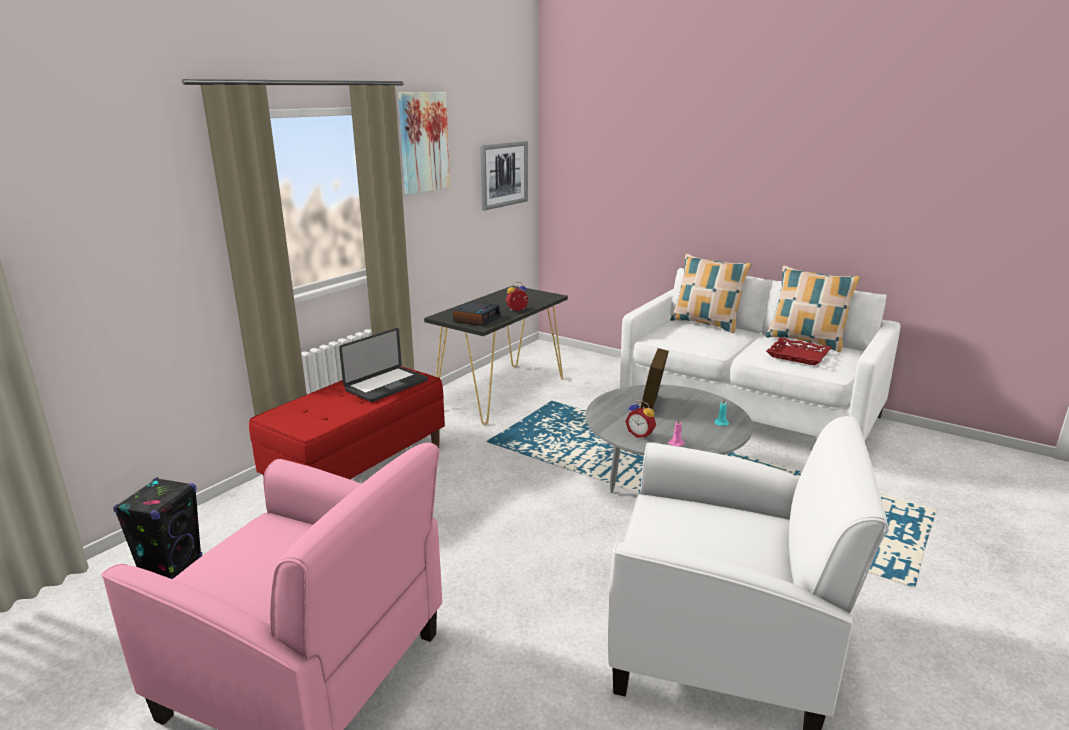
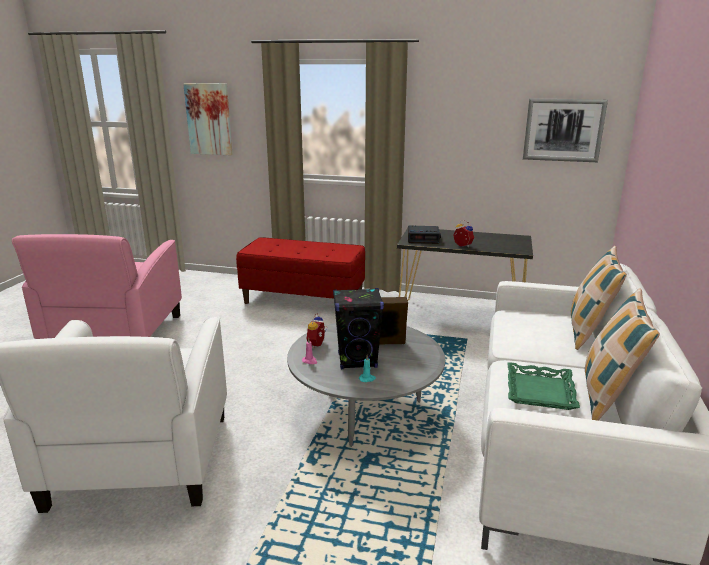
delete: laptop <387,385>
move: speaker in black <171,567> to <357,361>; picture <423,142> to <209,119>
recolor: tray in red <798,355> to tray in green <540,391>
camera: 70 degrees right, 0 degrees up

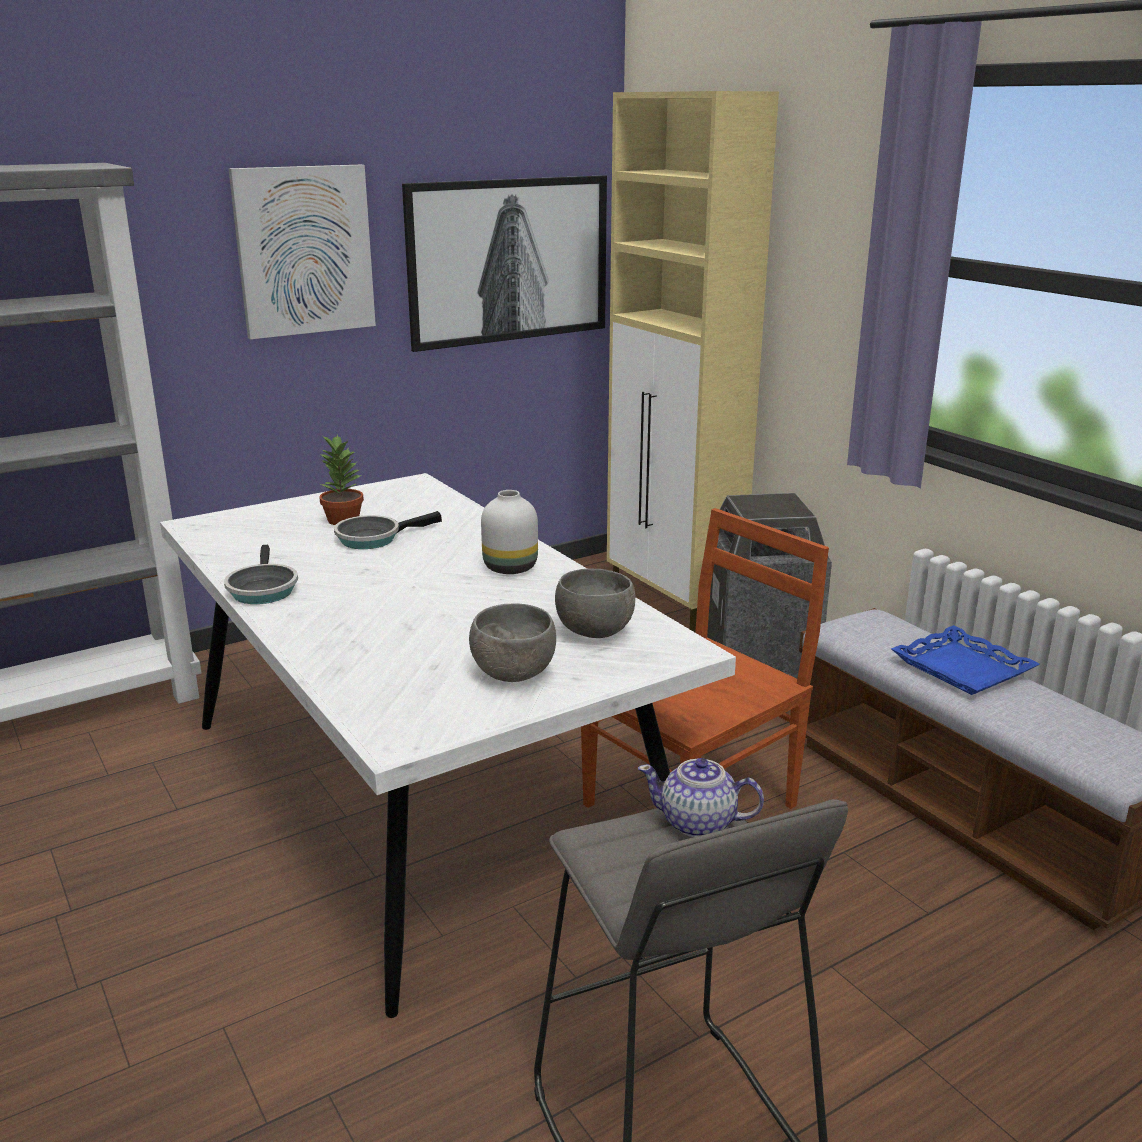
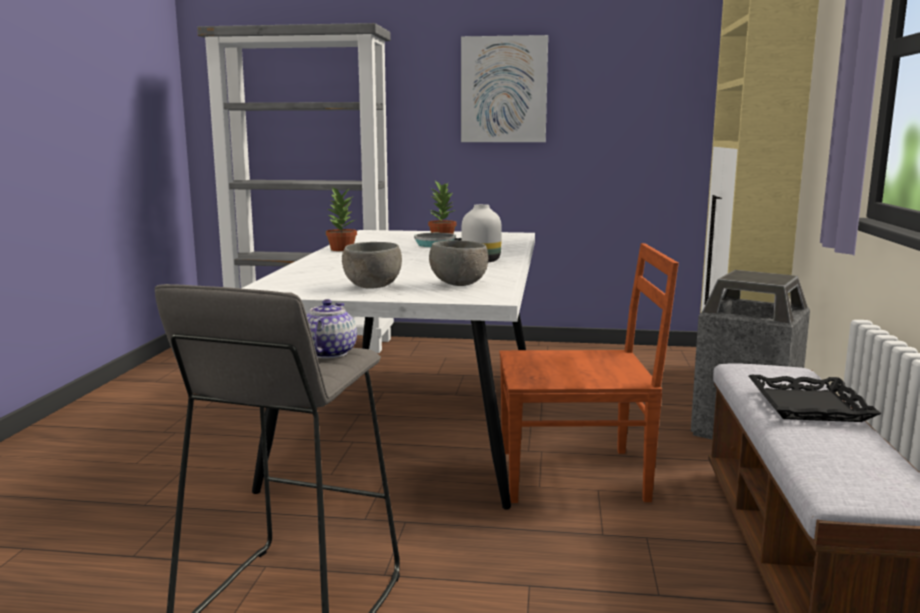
delete: picture <509,261>
replace: frying pan <262,589> to potted plant <341,249>
recolor: tray in blue <961,668> to tray in black <807,406>
rotate: teapot <699,823> = <328,353> 45 degrees clockwise
camera: 40 degrees right, 10 degrees down

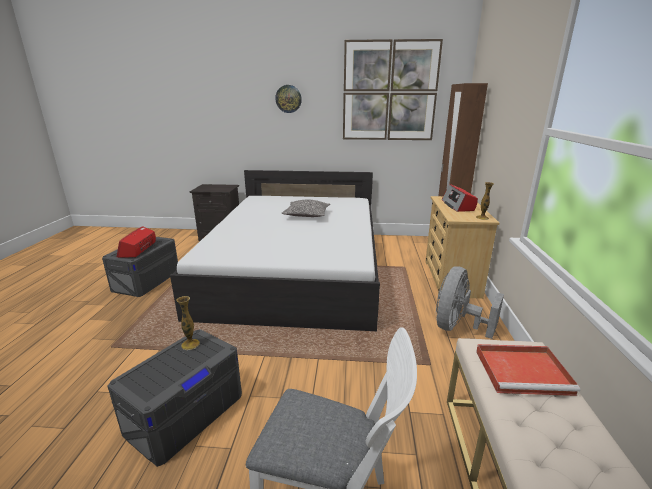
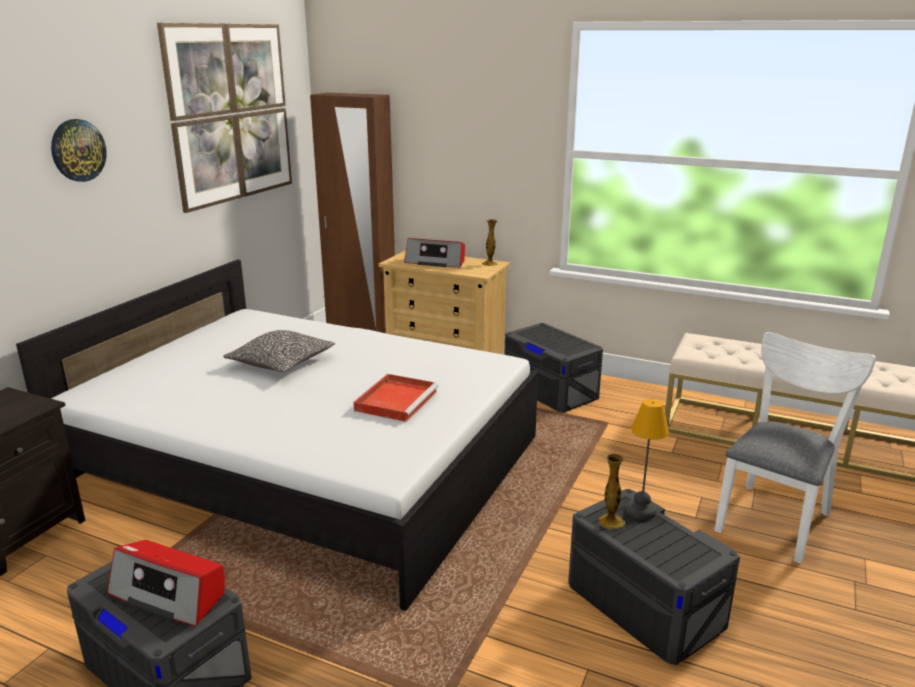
insert: table lamp <641,511>
move: tray in red <524,371> to <396,400>
replace: fan in grey <457,327> to storage box in grey <550,389>
camera: 70 degrees left, 0 degrees up

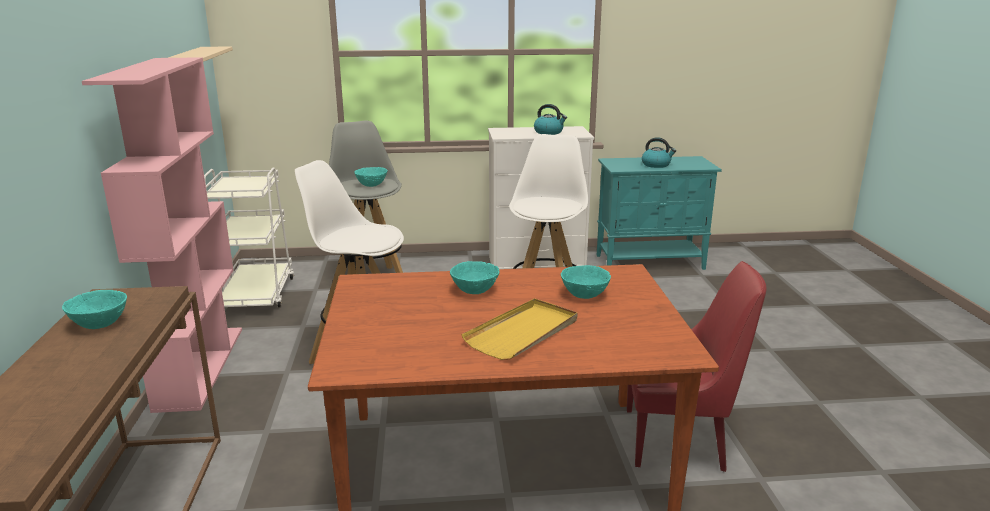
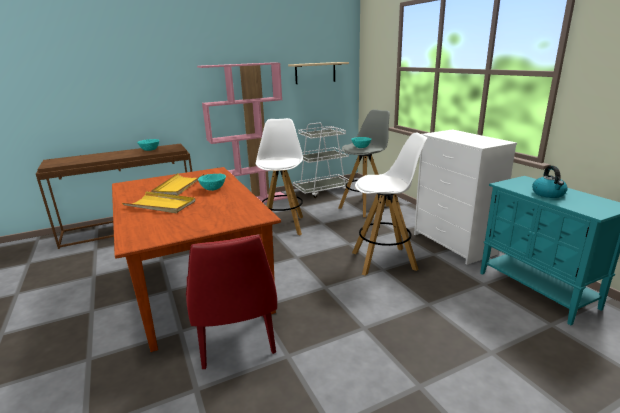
delete: kettle <549,132>; bowl in turquoise <584,294>
insert: tray in yellow <178,186>
camera: 70 degrees right, 0 degrees up

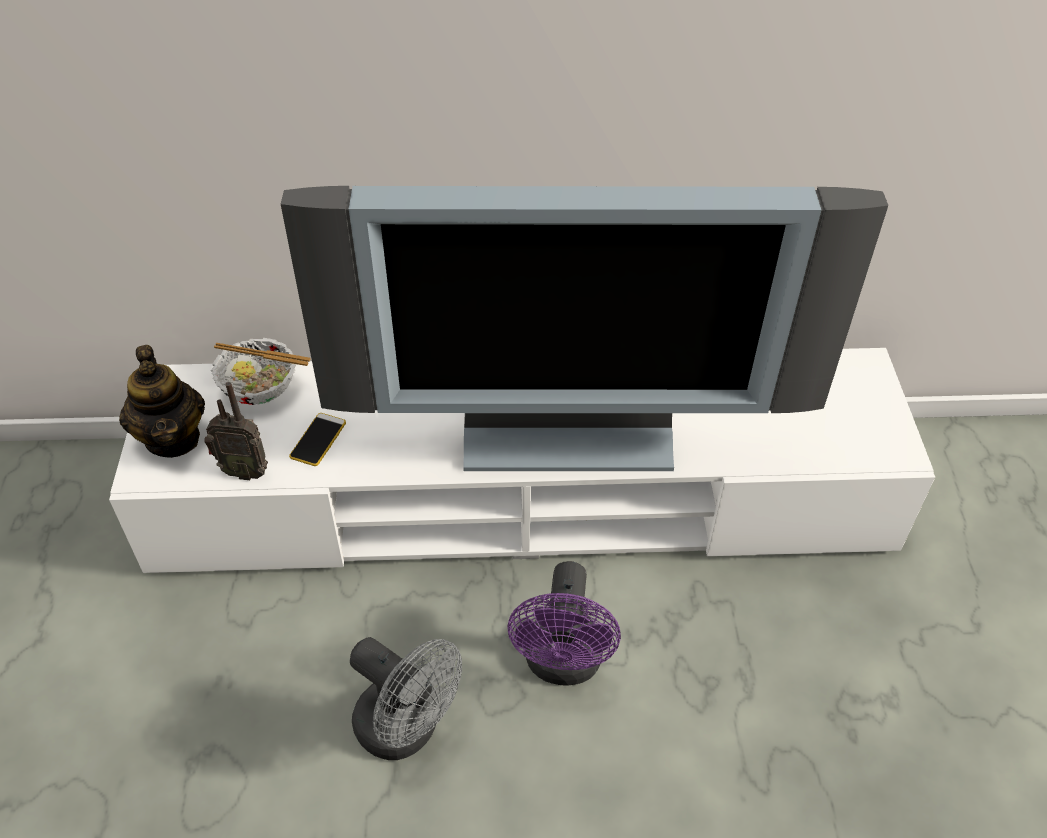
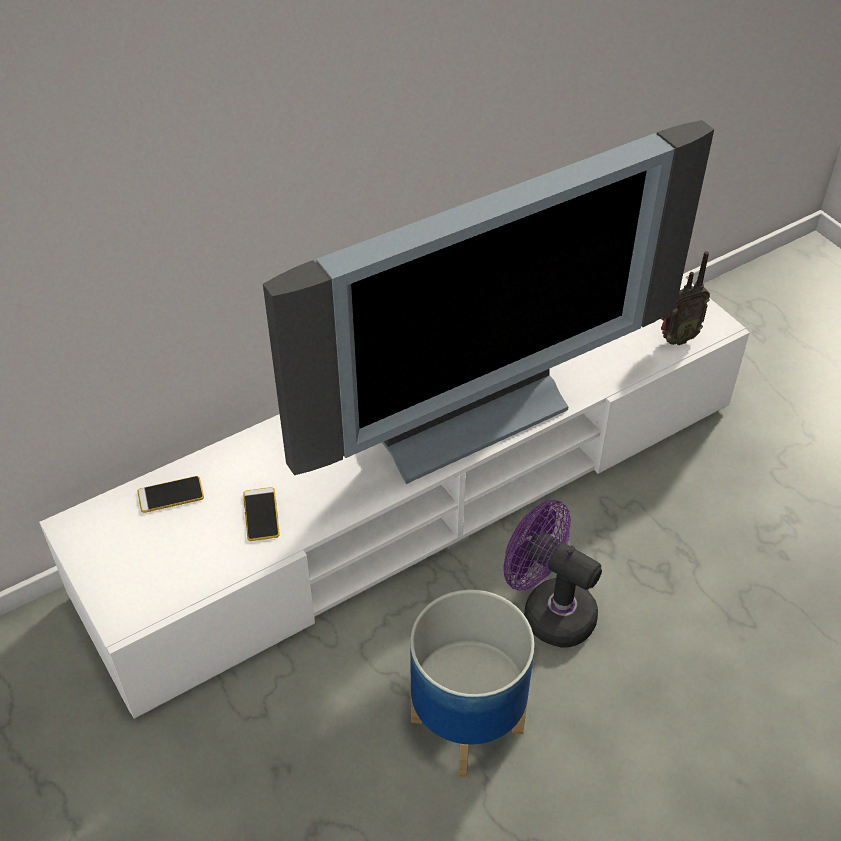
delete: teapot <173,438>
move: radio <245,470> to <674,339>
replace: bowl <260,389> to phone <171,495>; fan in grey <407,730> to planter <465,723>
rotate: fan in purple <563,664> = <548,610> 150 degrees clockwise
camera: 30 degrees left, 0 degrees up

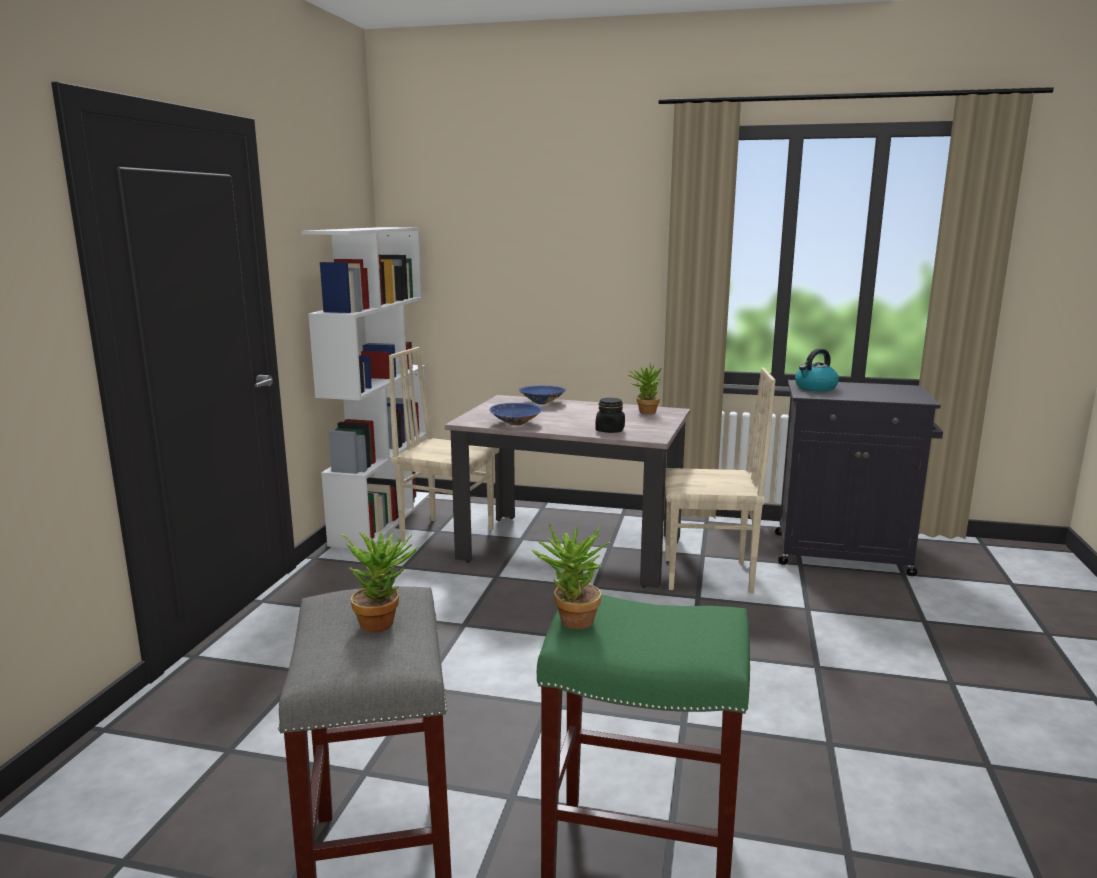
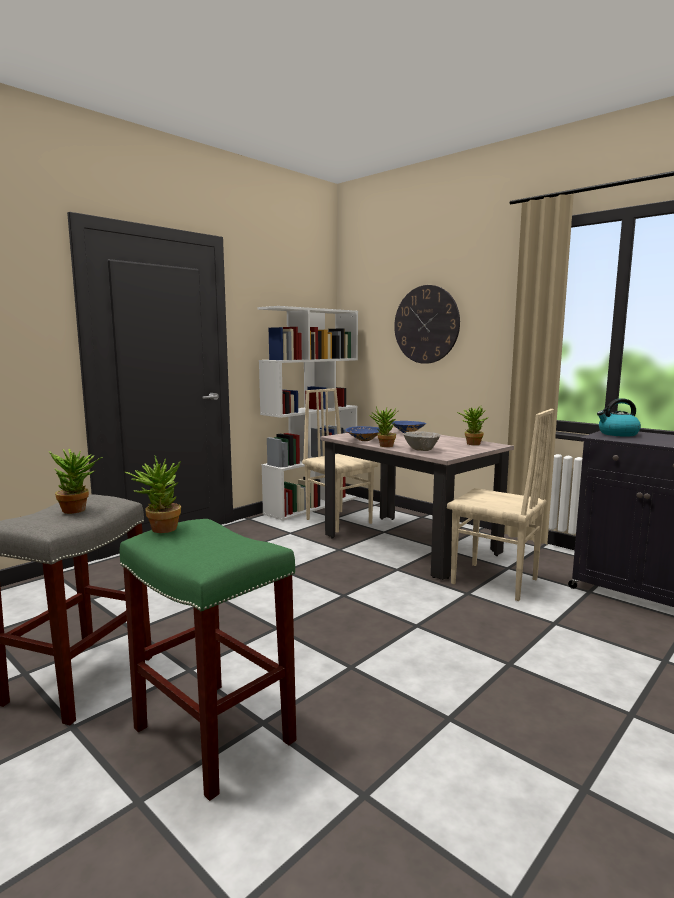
insert: potted plant <384,446>; wall clock <426,324>
replace: jar in black <610,430> to bowl in grey <421,450>
camera: 30 degrees right, 5 degrees down

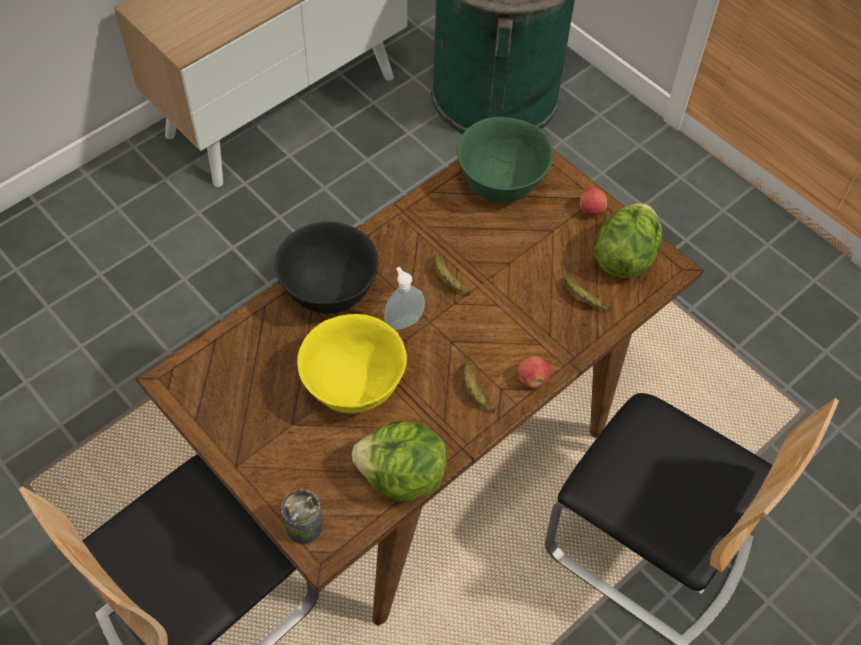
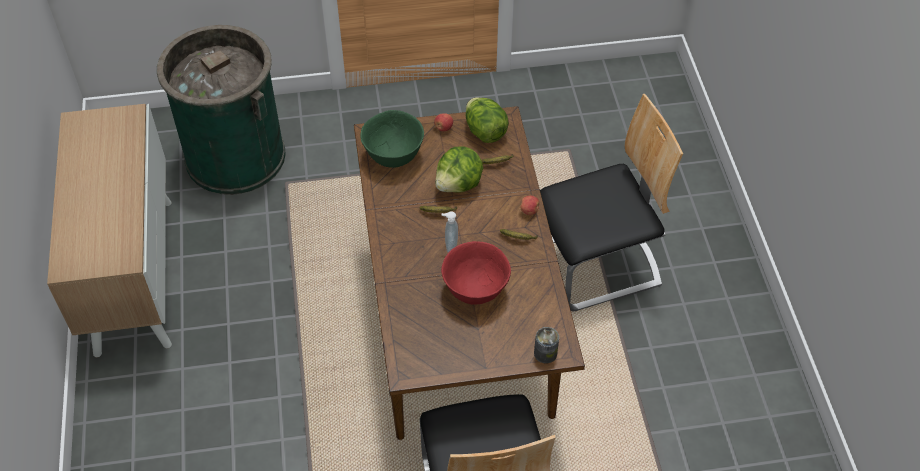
delete: bowl in black <329,292>
move: lettuce <402,477> to <459,184>
recolor: bowl in yellow <354,387> to bowl in red <476,290>
camera: 55 degrees left, 5 degrees down

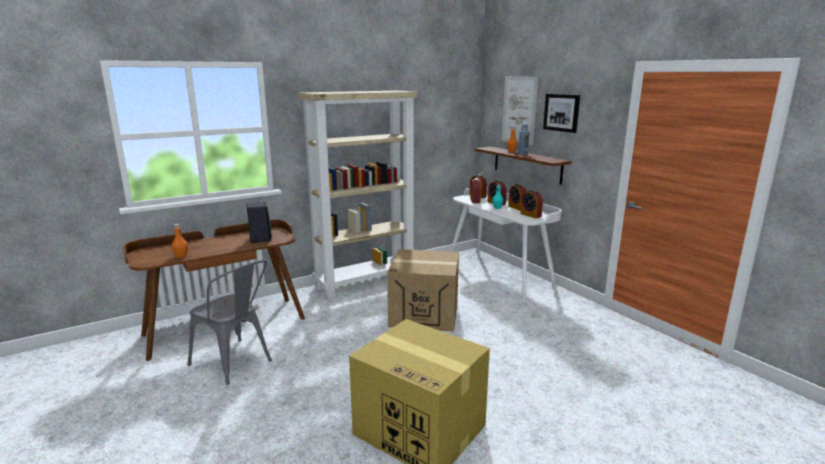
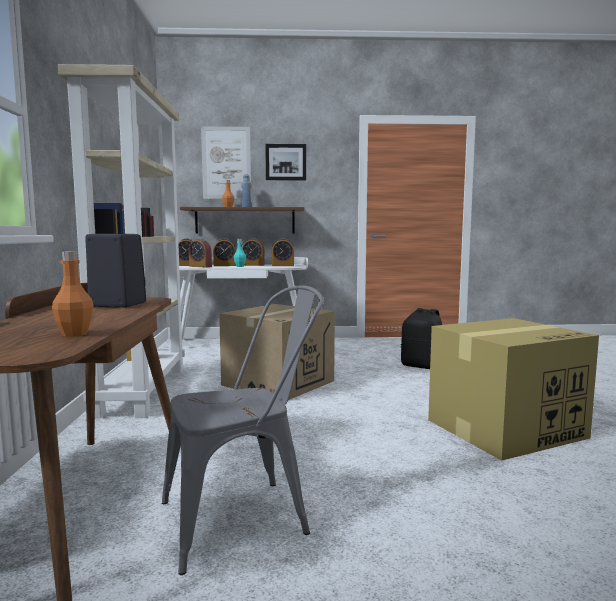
insert: backpack in black <422,366>
camera: 60 degrees left, 10 degrees down

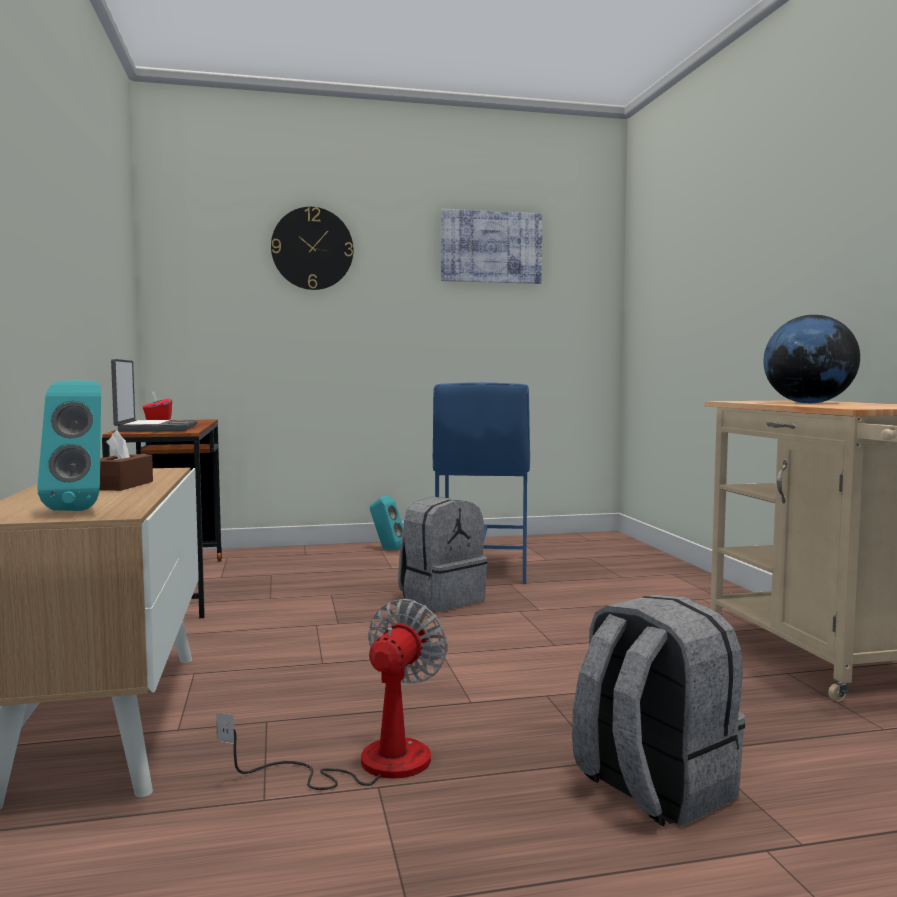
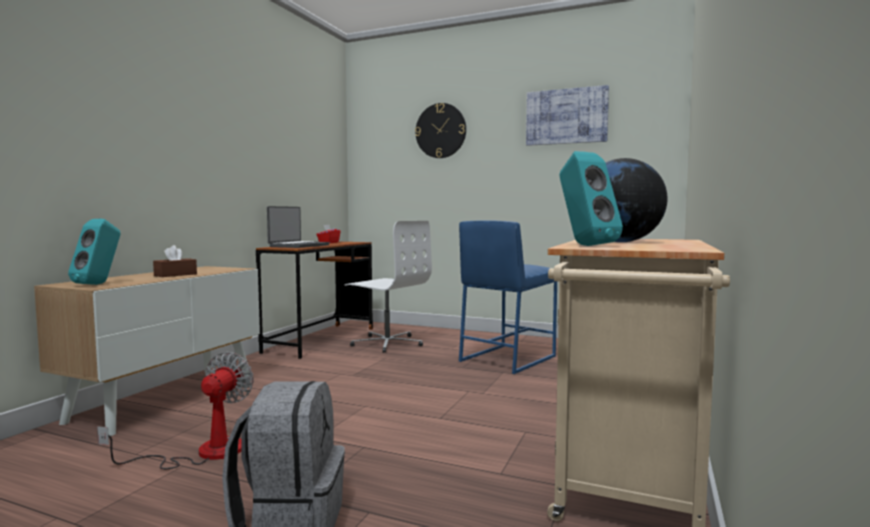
delete: backpack in grey <441,599>
insert: office chair in white <387,343>
move: speaker in turquoise <387,549> to <584,245>
rotate: fan <368,764> = <203,453> 45 degrees counterclockwise
camera: 35 degrees right, 0 degrees up

